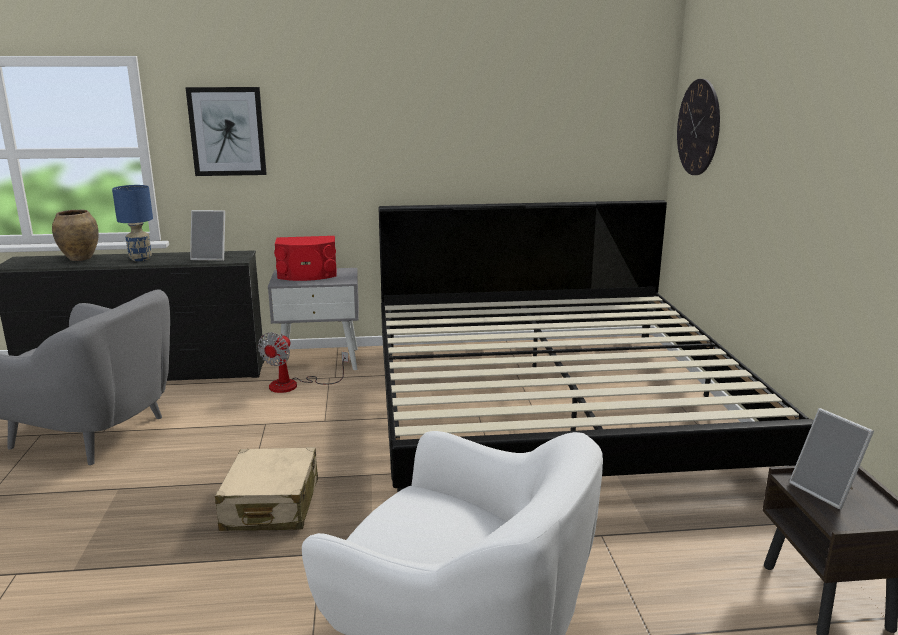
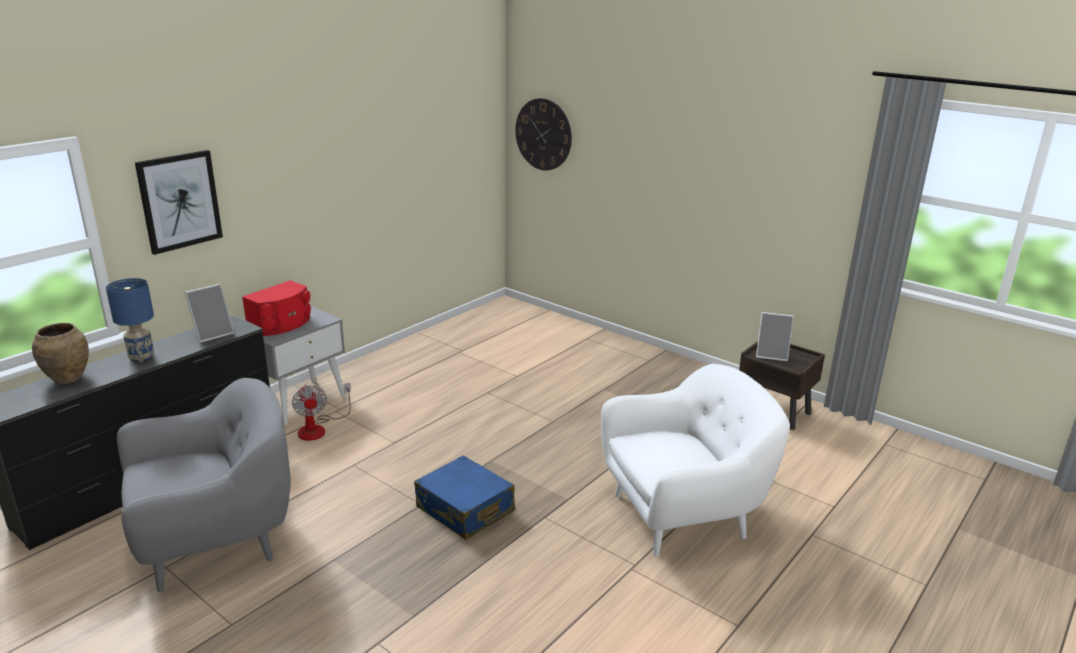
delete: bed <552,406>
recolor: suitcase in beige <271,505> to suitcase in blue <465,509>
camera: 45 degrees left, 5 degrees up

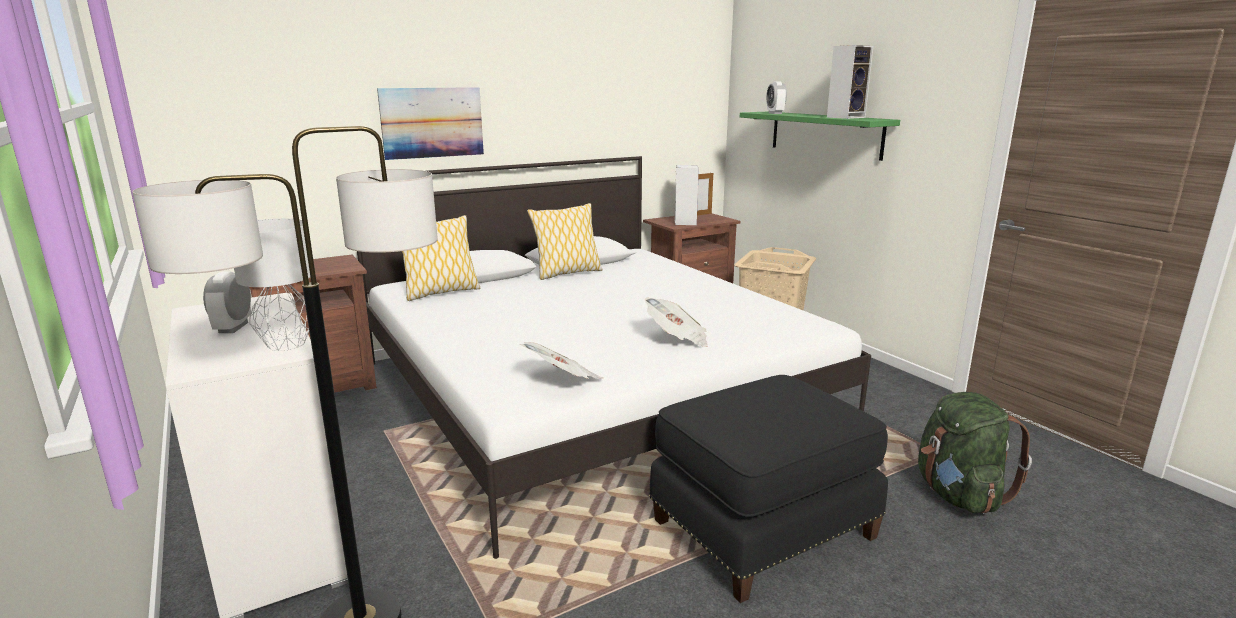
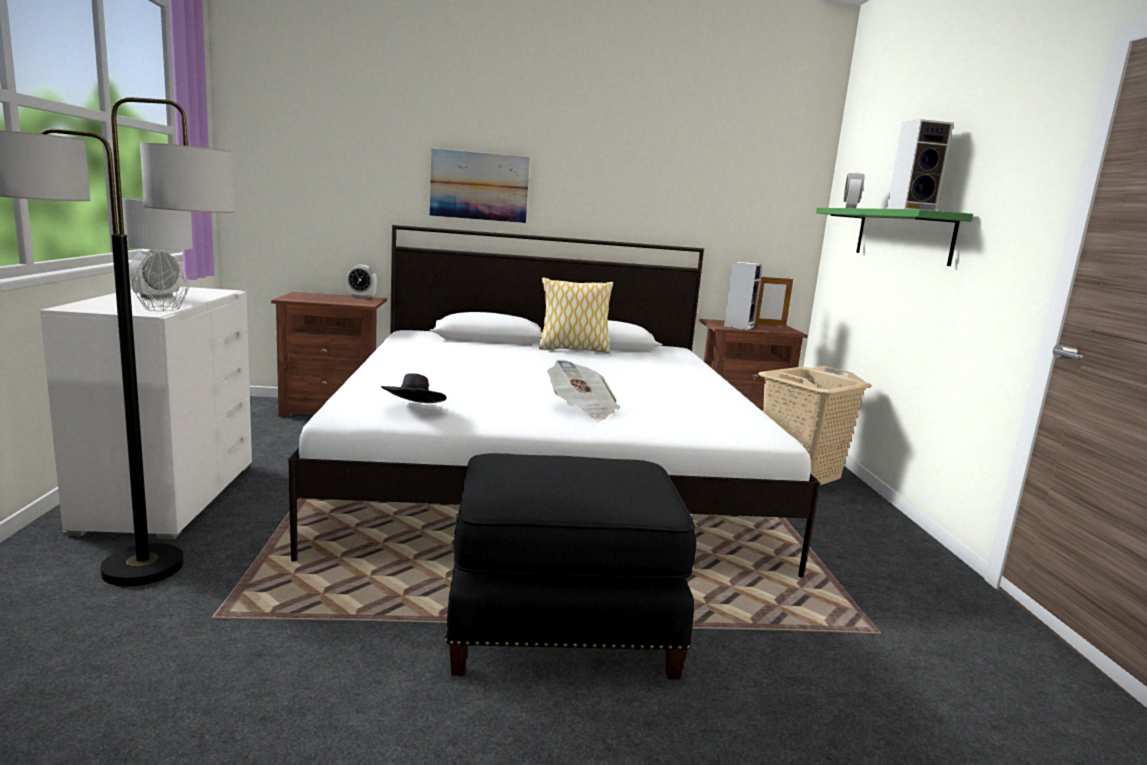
delete: pillow <440,292>; backpack in green <958,494>
insert: alarm clock <361,297>
replace: newspaper <563,380> to hat in black <413,410>
camera: 25 degrees right, 5 degrees down

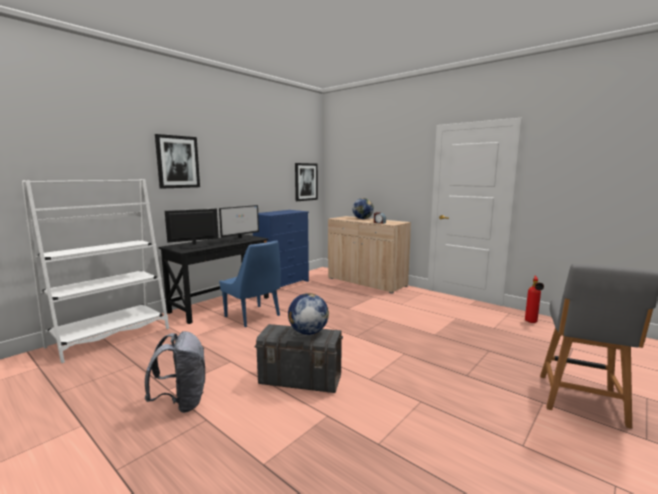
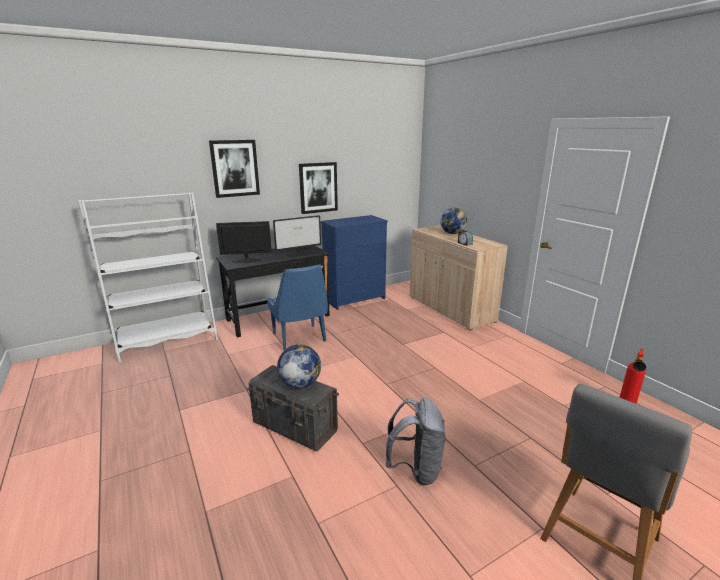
move: backpack in grey <182,402> to <416,469>; picture <306,182> to <318,187>
camera: 20 degrees right, 10 degrees up

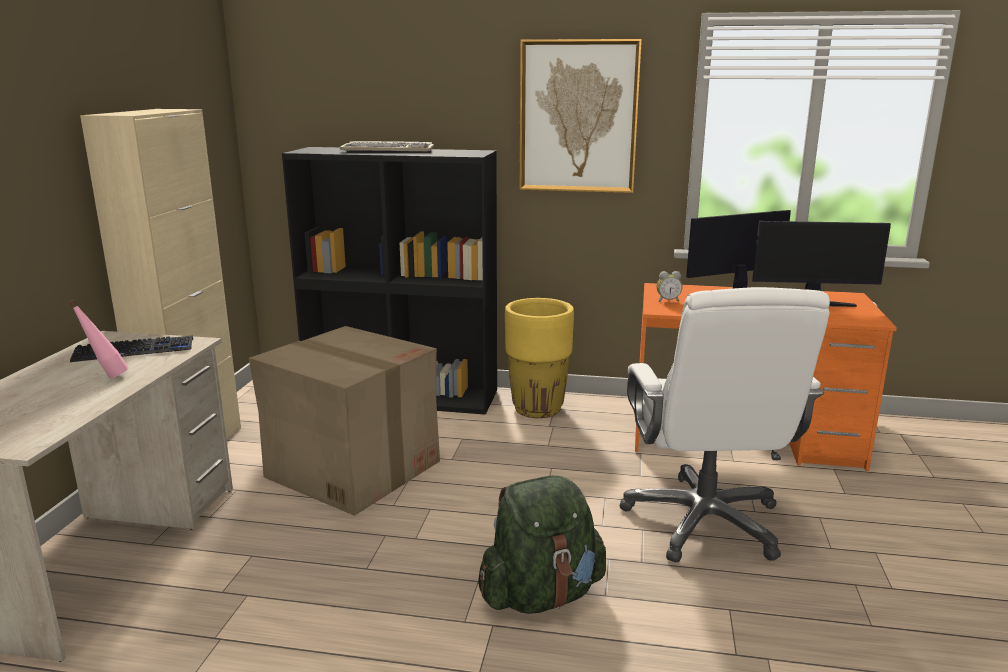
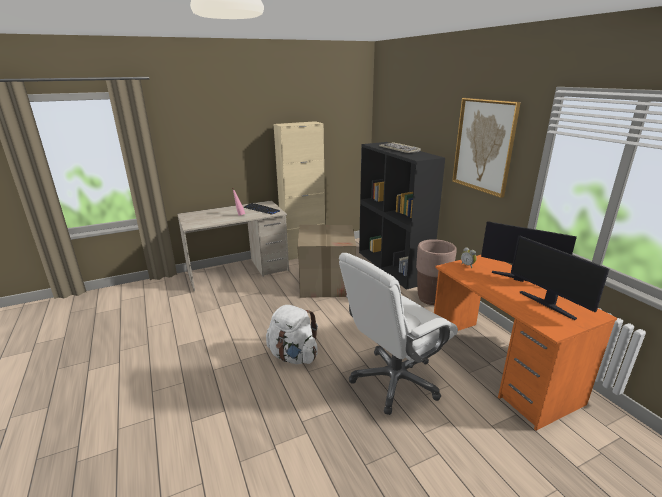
recolor: backpack in green <541,595> to backpack in white <293,356>; planter in yellow <537,409> to planter in brown <431,298>
camera: 55 degrees right, 5 degrees up

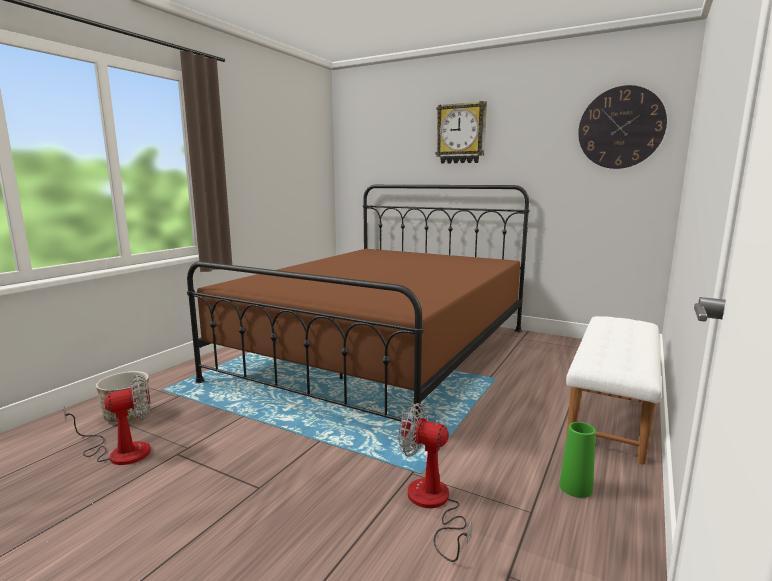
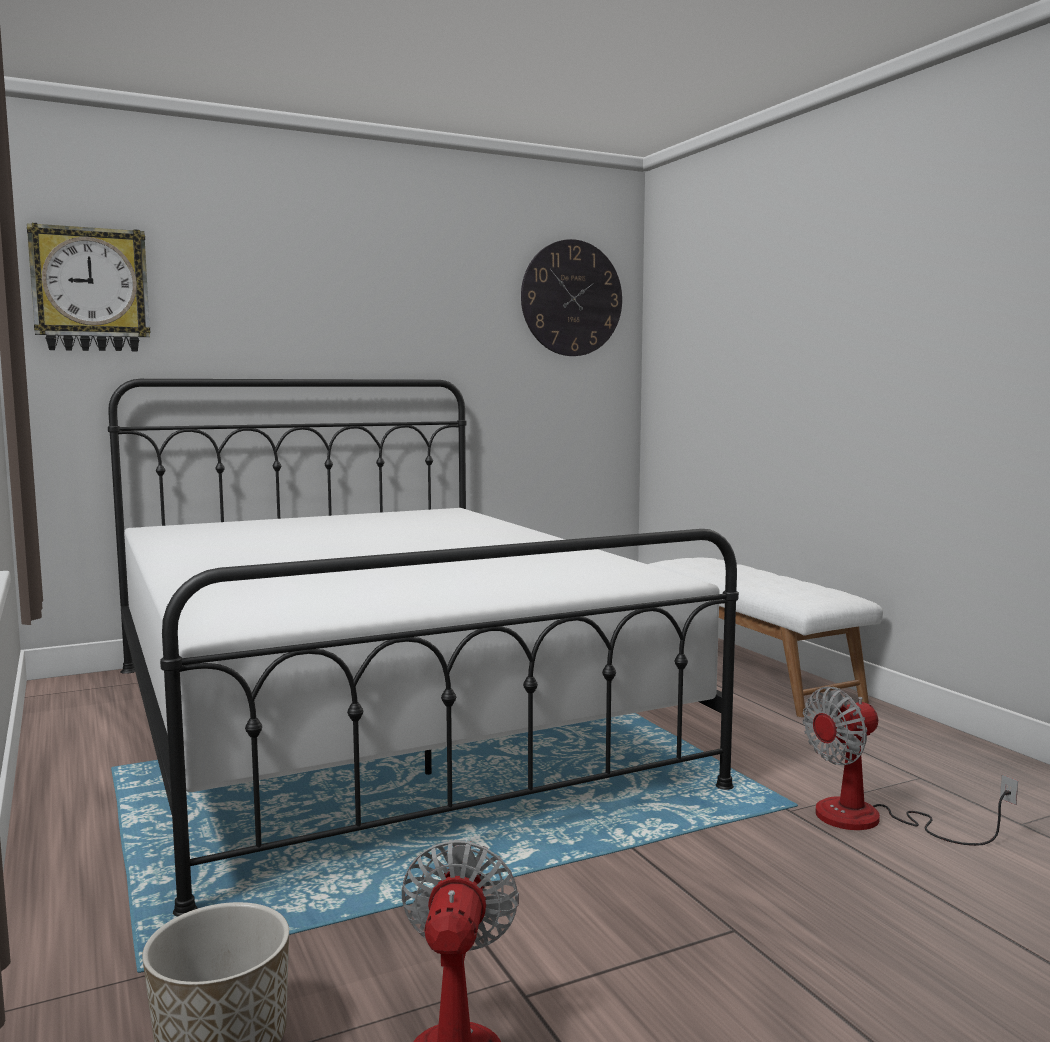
delete: vase in green <575,487>
move: wall clock <461,134> to <90,290>
recolor: bed in brown <382,353> to bed in white <375,720>
camera: 55 degrees left, 5 degrees down

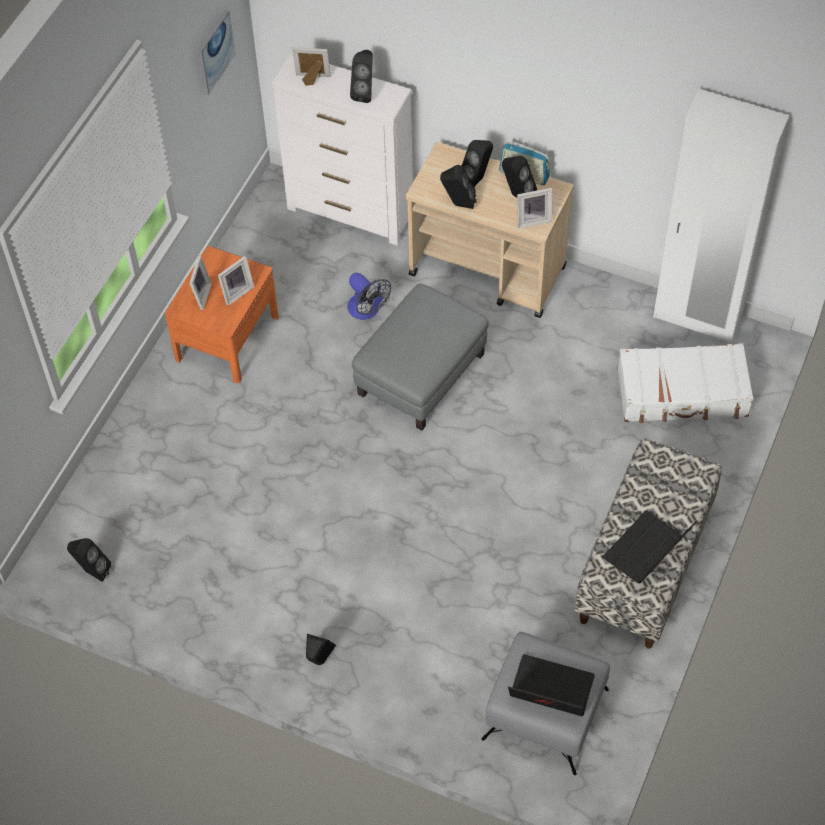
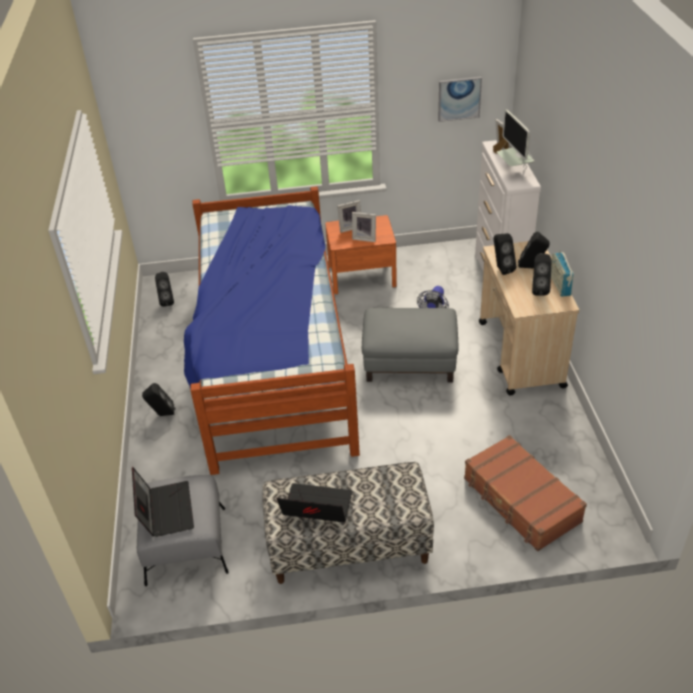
delete: picture frame <533,219>; wardrobe in white <697,319>
insert: bed <272,357>
replace: speaker in black <365,93> to monitor <515,172>
recolor: suitcase in white <682,393> to suitcase in brown <521,501>
camera: 60 degrees right, 15 degrees down

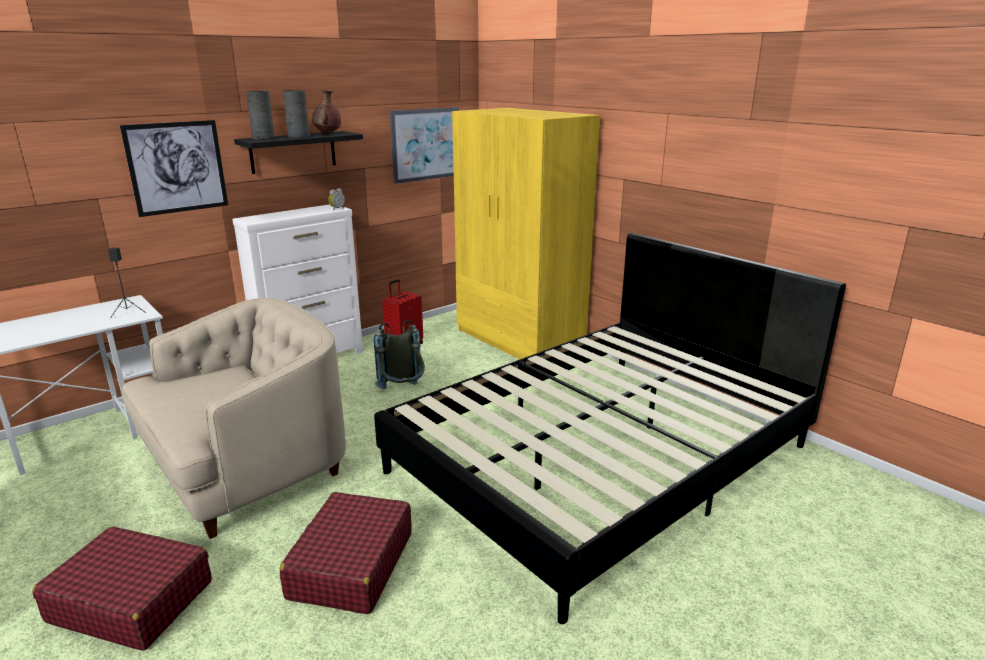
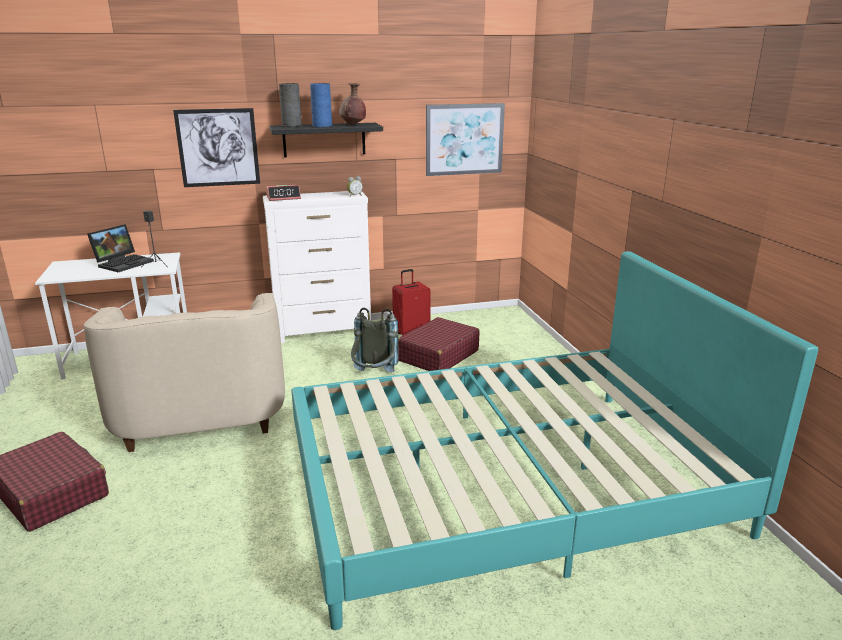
delete: wardrobe in yellow <519,340>
insert: laptop <124,263>; alarm clock <283,198>
move: suitcase in red <351,565> to <438,356>
recolor: vase in grey <298,137> to vase in blue <322,126>; bed in black <602,458> to bed in turquoise <507,487>
rotate: armchair in beige <245,467> = <202,411> 90 degrees clockwise
camera: 25 degrees right, 0 degrees up

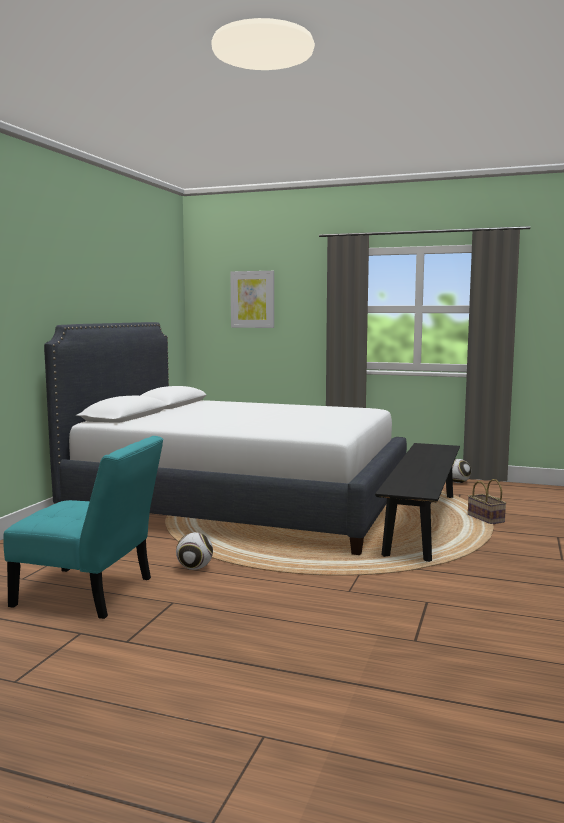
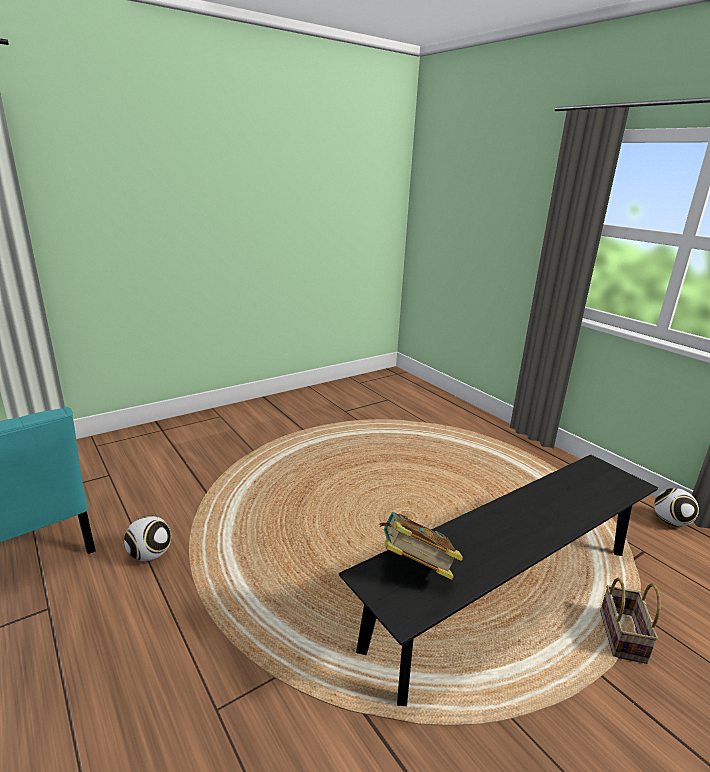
delete: bed in white <240,504>; picture <252,299>
insert: book <415,567>
camera: 35 degrees right, 15 degrees up

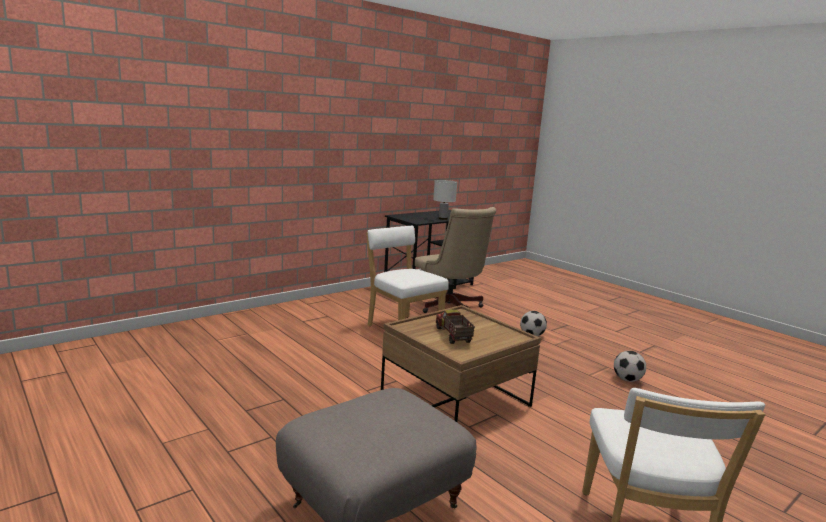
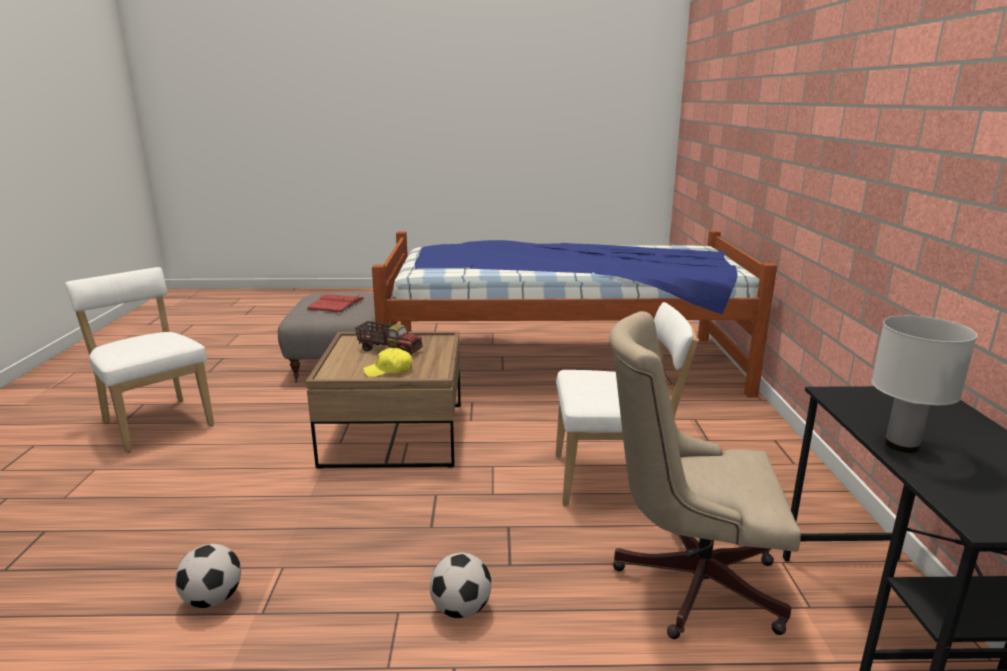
insert: book in red <336,304>; cap in yellow <389,370>; bed <561,365>
camera: 130 degrees right, 5 degrees up

